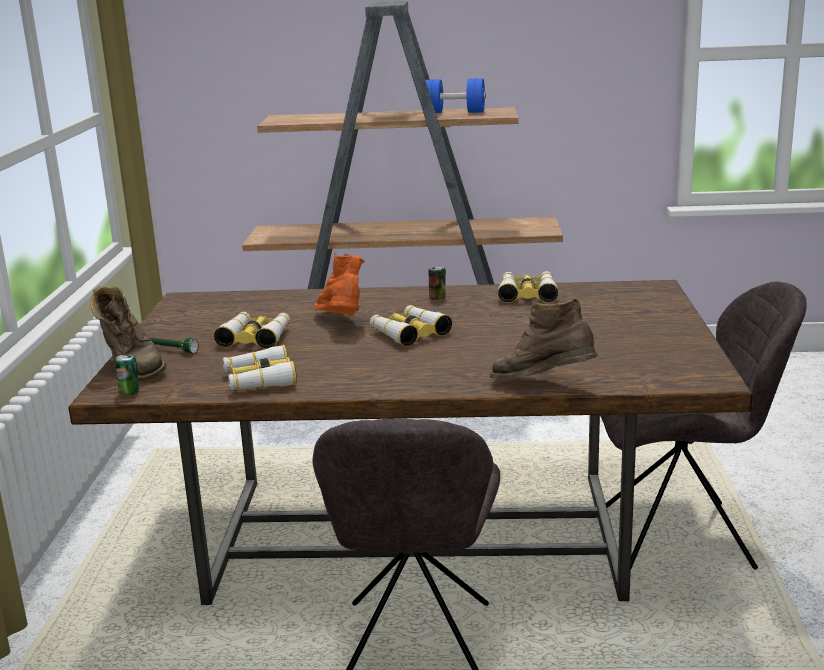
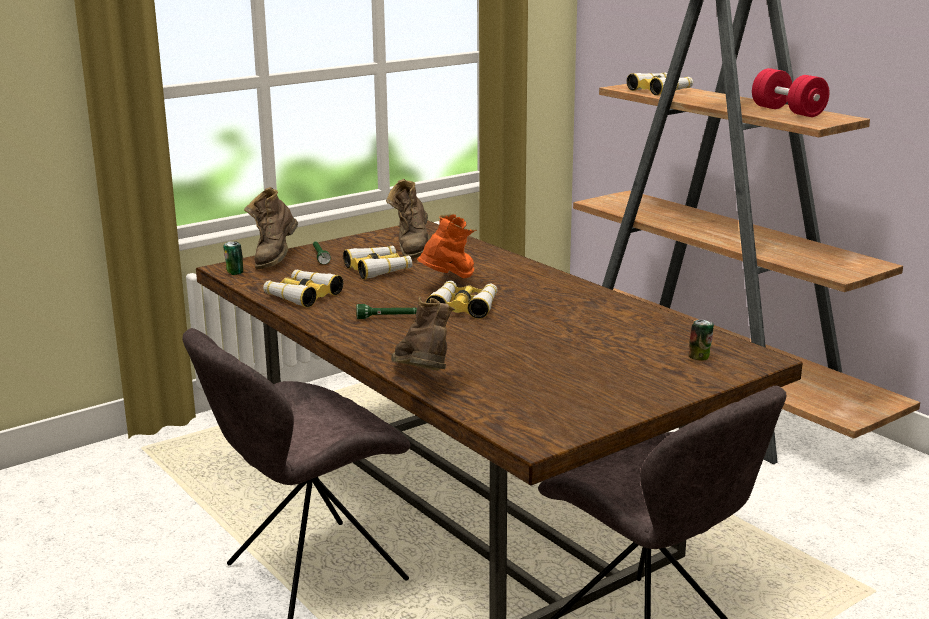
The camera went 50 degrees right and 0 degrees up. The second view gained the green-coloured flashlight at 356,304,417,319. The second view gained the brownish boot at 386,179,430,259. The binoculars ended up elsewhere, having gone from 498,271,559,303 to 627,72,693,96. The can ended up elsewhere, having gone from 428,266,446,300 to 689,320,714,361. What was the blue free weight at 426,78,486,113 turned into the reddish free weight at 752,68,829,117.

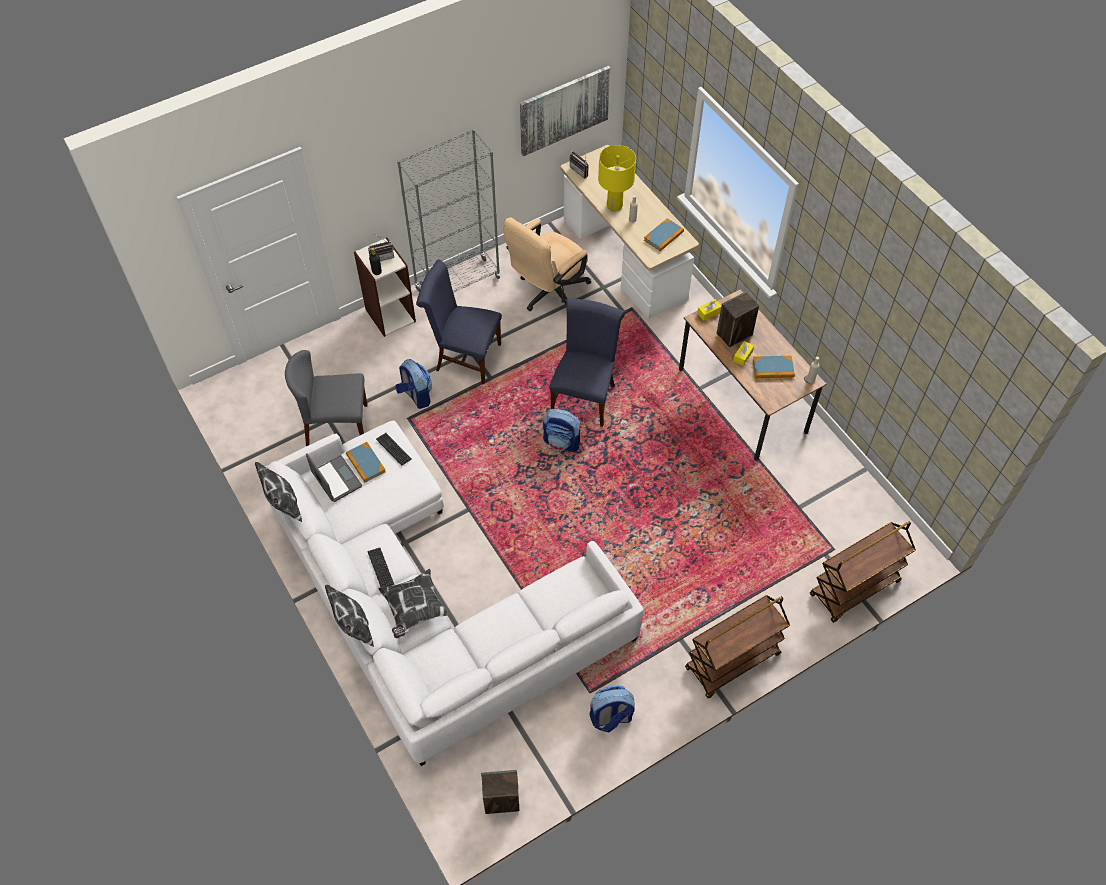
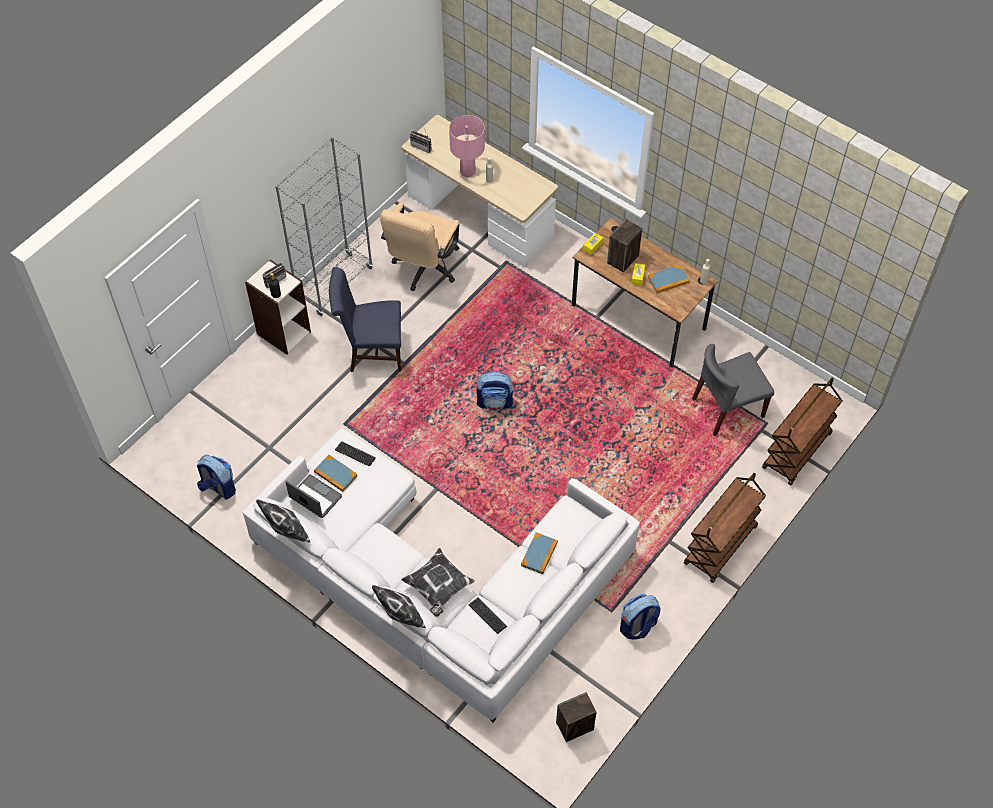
The camera went 20 degrees left and 0 degrees up. The rucksack ended up elsewhere, having gone from 395,359,432,409 to 197,455,236,499. What was the yellowish tabletop lamp at 598,145,636,212 turned into the pink tabletop lamp at 449,115,485,177. The PC keyboard ended up elsewhere, having gone from 367,548,394,587 to 468,598,507,634. The book ended up elsewhere, having gone from 644,218,684,251 to 521,532,558,574. The grey upright chair ended up elsewhere, having gone from 285,350,367,446 to 692,344,774,436. The second view lost the picture at 520,66,611,156. The second view lost the blue upright chair at 549,298,625,427.

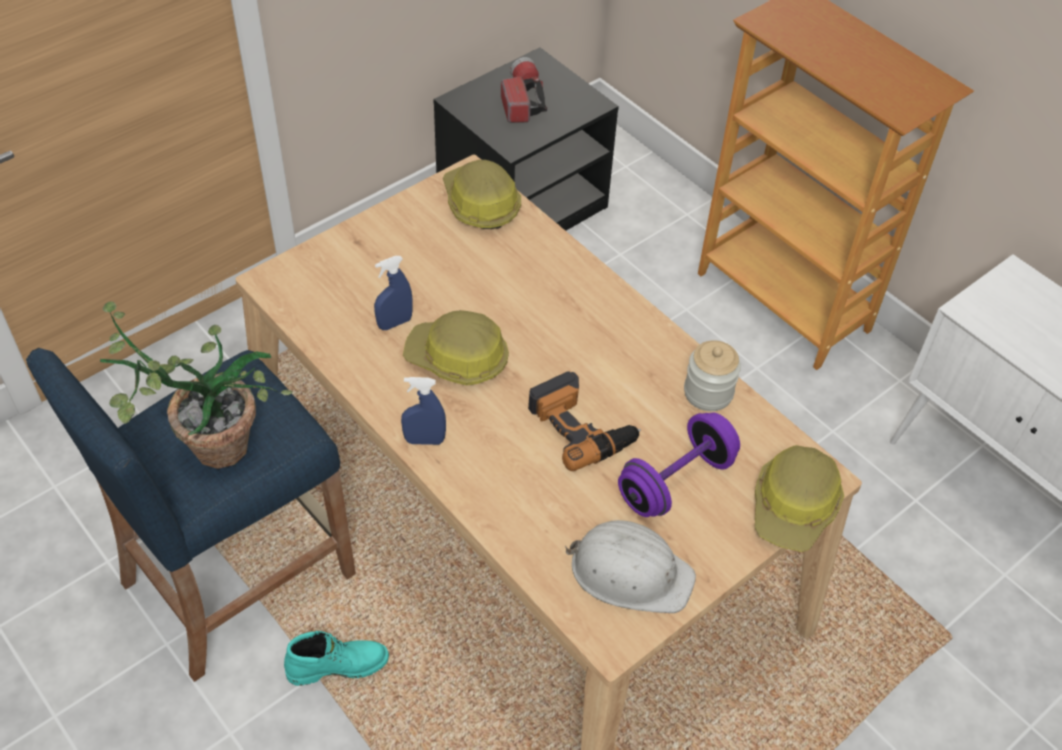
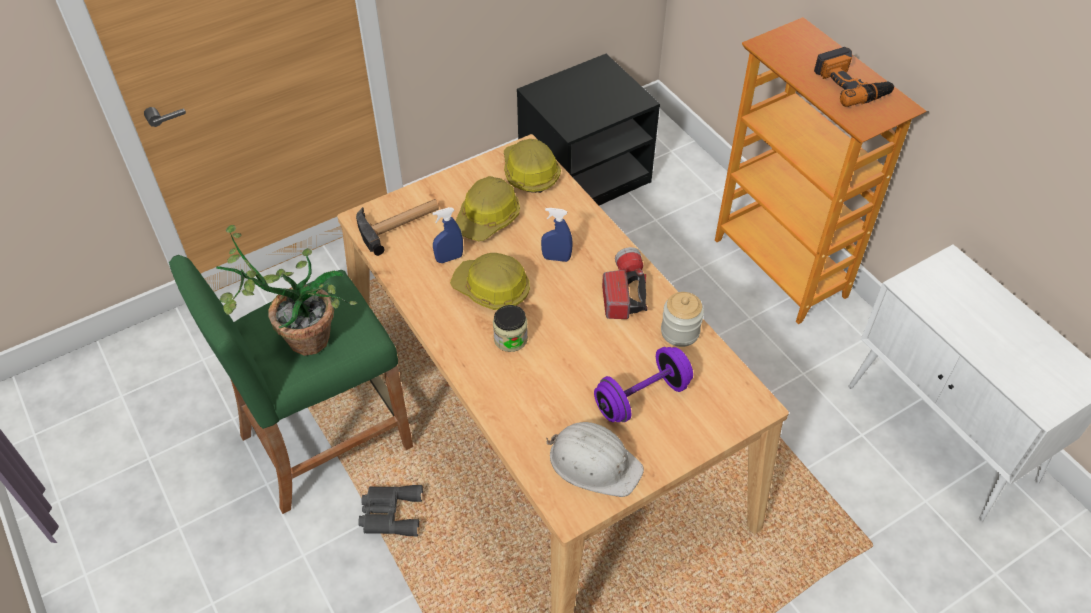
The camera went 10 degrees right and 0 degrees up. What was the blue stool seat at 26,348,356,682 turned into the green-coloured stool seat at 169,255,413,514. The second view gained the hammer at 356,199,439,256. Where the blue-green boot stood at 284,631,389,686, the grey binoculars came to stand at 358,485,423,536. The work helmet ended up elsewhere, having gone from 755,445,844,552 to 455,176,520,241. The second view gained the jar at 493,305,528,352. The blue sprayer ended up elsewhere, having gone from 401,377,446,445 to 541,208,573,262. The flashlight ended up elsewhere, having gone from 501,57,547,123 to 602,247,648,319. The drill ended up elsewhere, having gone from 528,371,641,471 to 814,47,895,107.

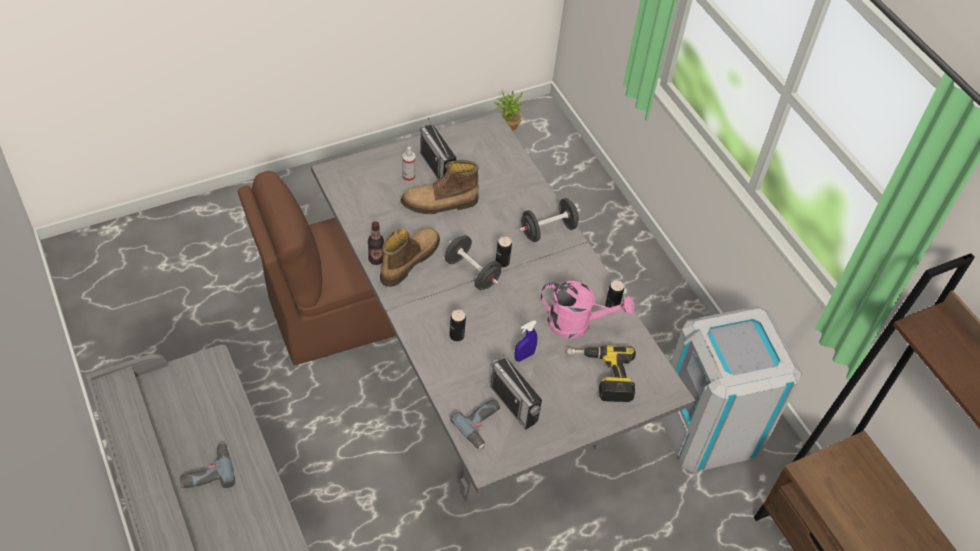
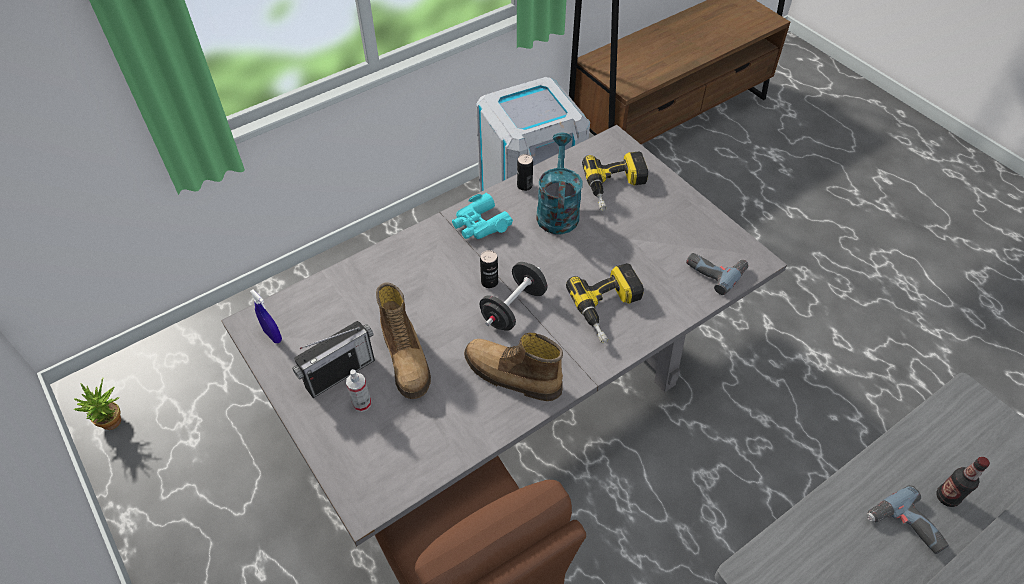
The camera went 95 degrees left and 0 degrees up. The blue sprayer ended up elsewhere, having gone from 515,320,537,362 to 250,290,282,343. The second view gained the blue-green binoculars at 452,193,513,239. What was the pink sprinkling can at 540,281,634,339 turned into the blue-green sprinkling can at 536,133,583,235. Where the can stood at 449,309,466,341, the drill came to stand at 566,263,644,343. The drink bottle ended up elsewhere, having gone from 368,221,384,265 to 936,457,990,507. The second view lost the radio receiver at 491,355,542,430. The second view lost the black free weight at 519,198,581,242.

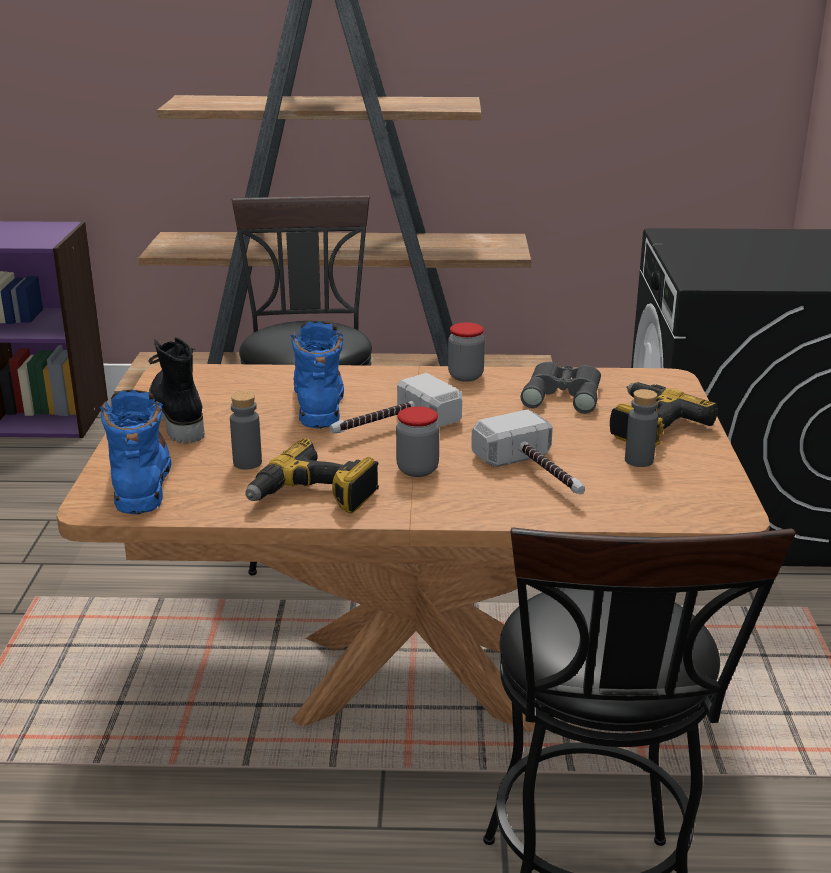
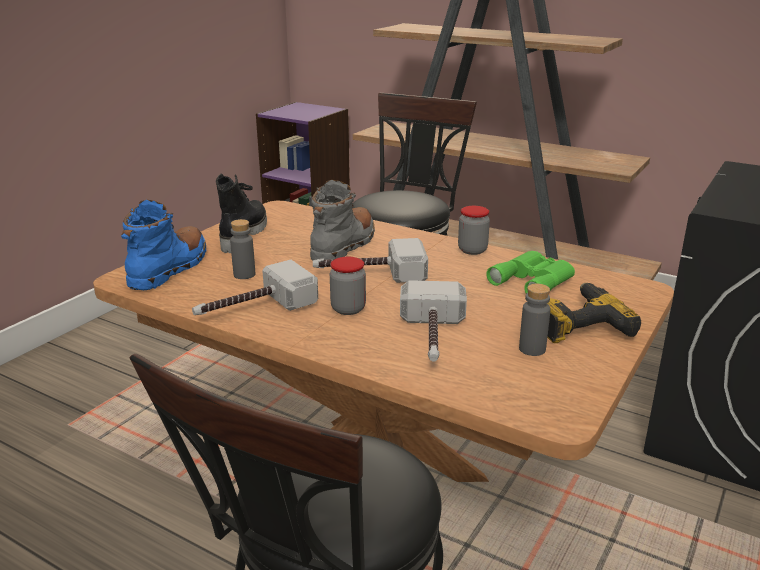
The camera went 30 degrees right and 0 degrees up. Where the drill stood at 245,438,379,513, the hammer came to stand at 192,260,318,315. What was the blue boot at 290,321,344,428 turned into the grey boot at 310,180,375,260. What was the grey binoculars at 520,362,601,414 turned into the green-coloured binoculars at 486,251,575,293.

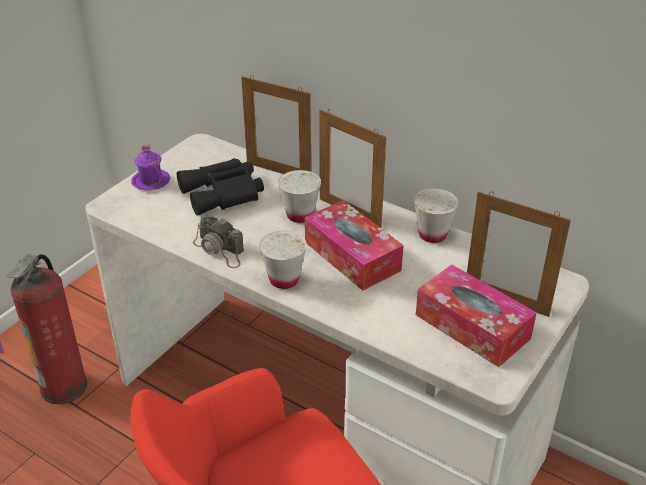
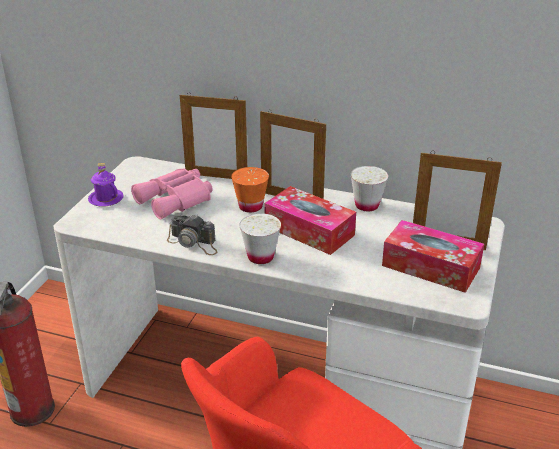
The camera went 15 degrees left and 5 degrees down. What was the black binoculars at 177,158,264,216 turned into the pink binoculars at 131,169,213,219. What was the white-coloured cup at 278,170,321,223 turned into the orange-coloured cup at 231,167,269,213.

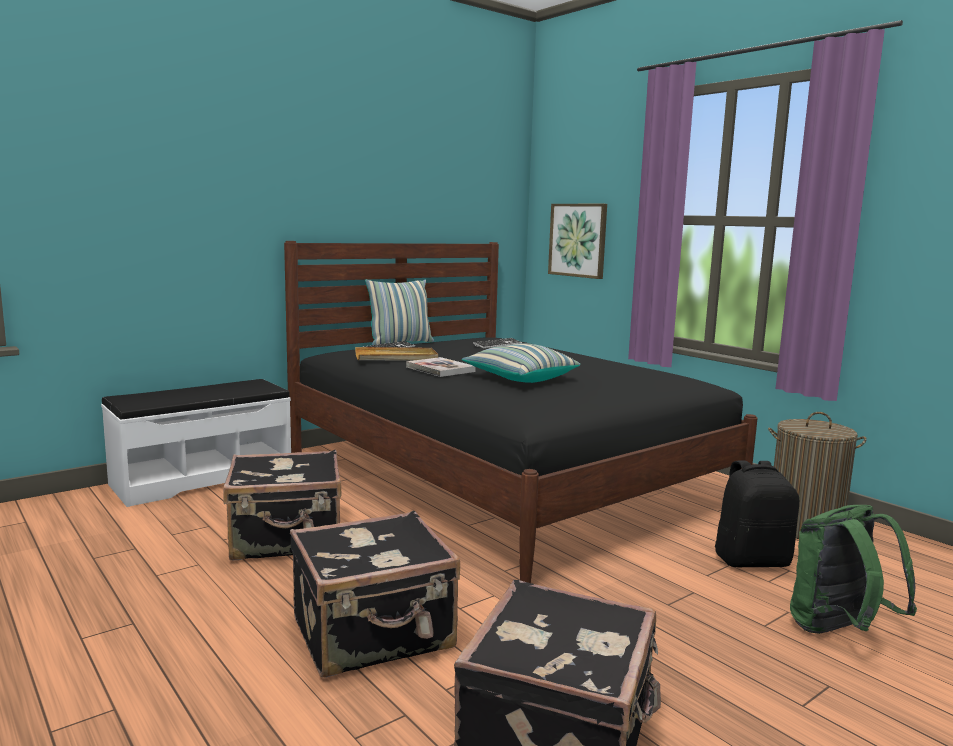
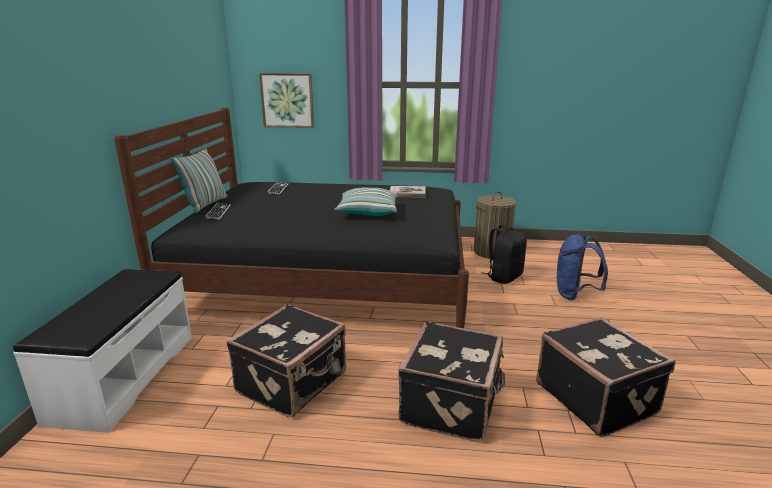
The camera went 45 degrees left and 10 degrees up. The book ended up elsewhere, having gone from 406,357,476,377 to 390,186,426,198. What was the green-coloured rucksack at 790,505,917,634 turned into the blue rucksack at 556,234,608,300. The second view lost the sand-coloured serving tray at 355,347,438,361.

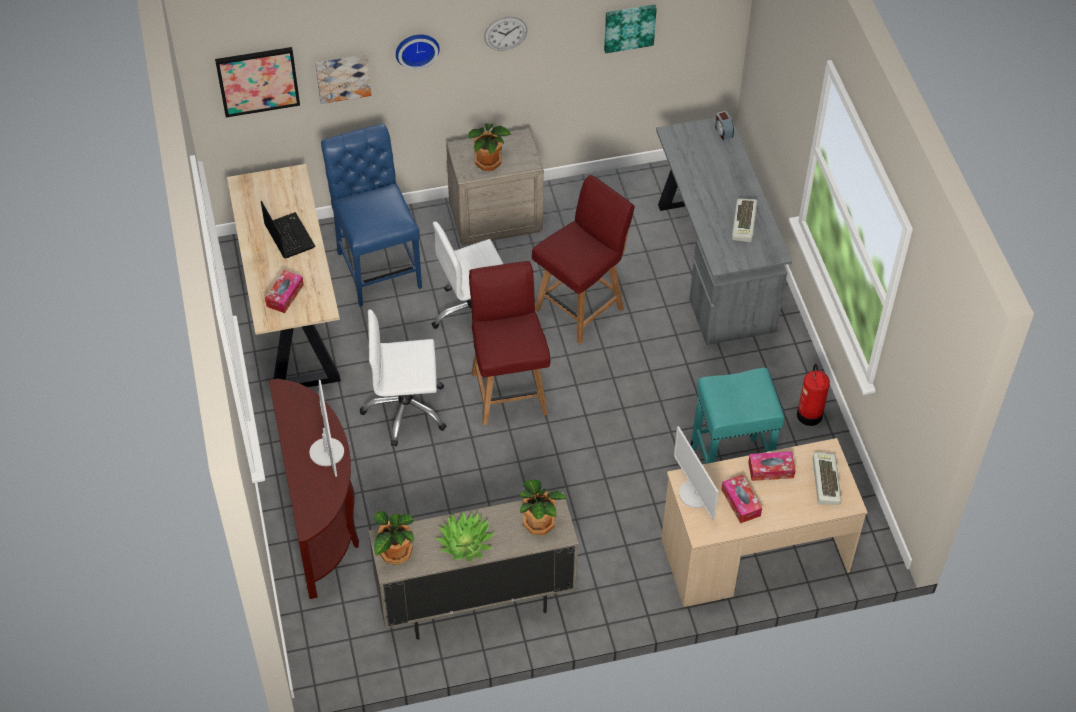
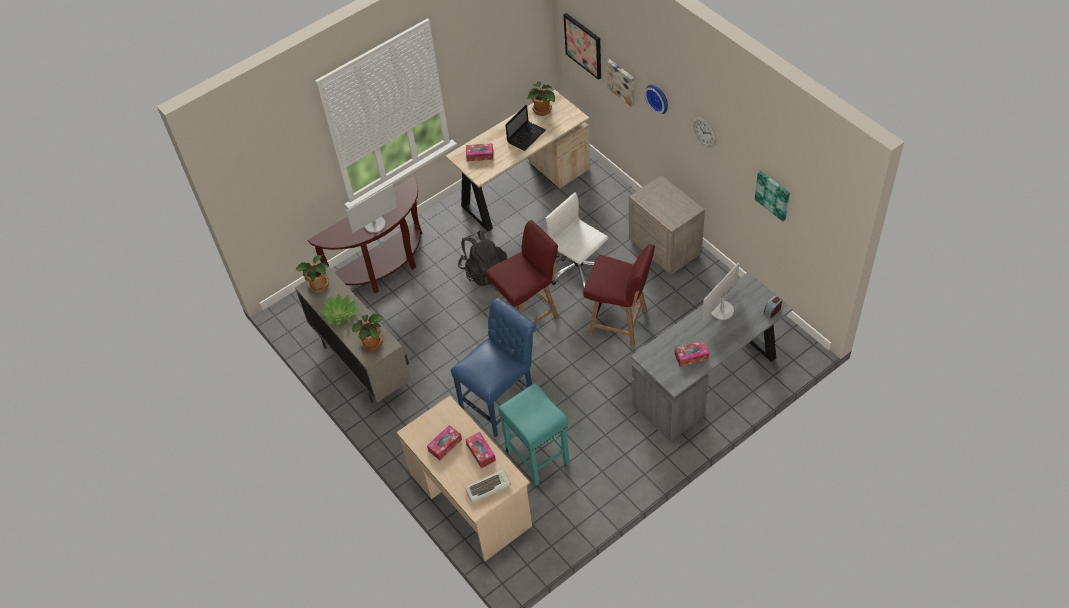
The camera went 70 degrees right and 0 degrees up. The blue upright chair ended up elsewhere, having gone from 321,124,422,306 to 451,297,536,437. Where the white-coloured computer chair stood at 360,309,447,446, the black rucksack came to stand at 458,230,507,286. The plant in a pot ended up elsewhere, having gone from 468,123,512,171 to 528,81,555,116. Where the PC keyboard stood at 732,199,758,242, the tissue holder came to stand at 675,341,709,367. The monitor ended up elsewhere, having gone from 674,426,719,520 to 702,262,739,321. The second view lost the extinguisher at 797,363,830,426.

